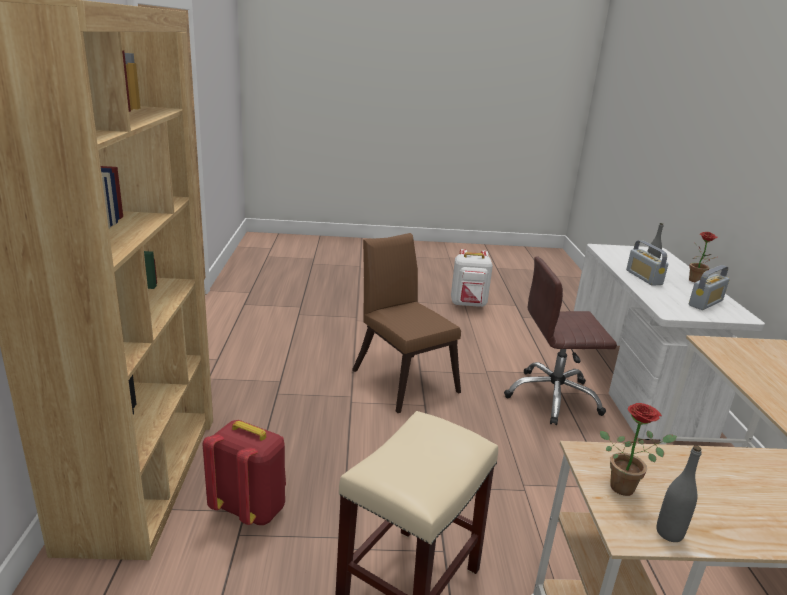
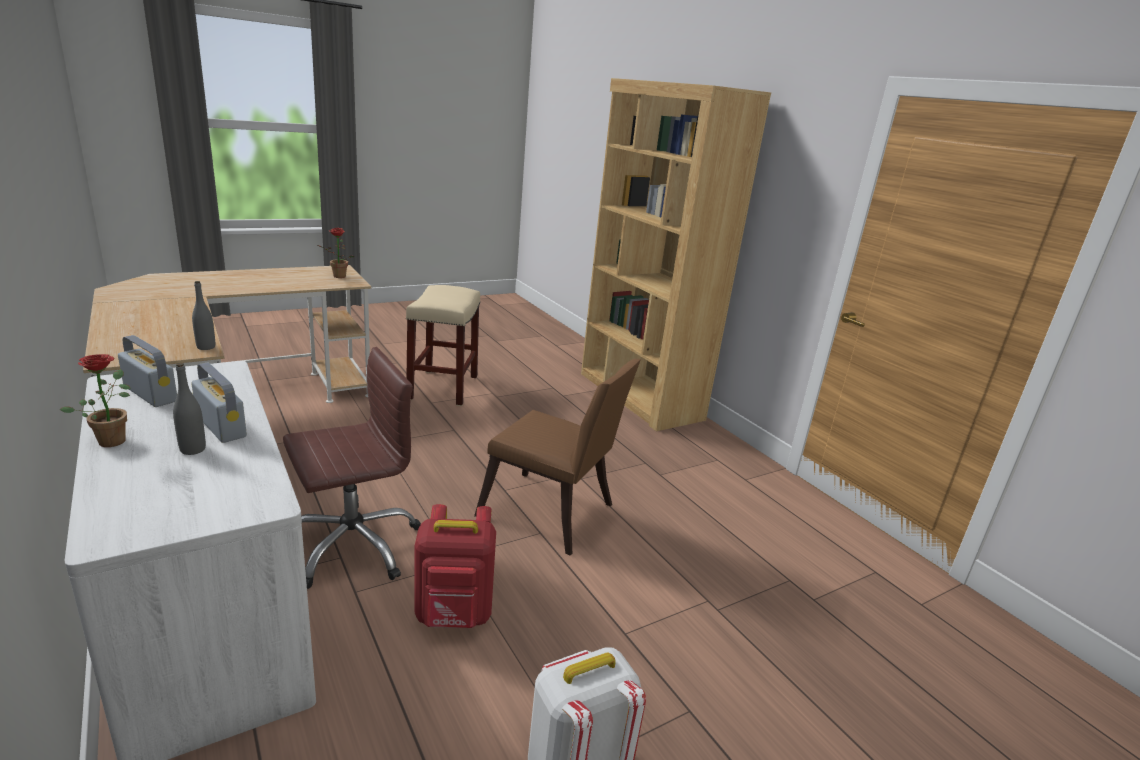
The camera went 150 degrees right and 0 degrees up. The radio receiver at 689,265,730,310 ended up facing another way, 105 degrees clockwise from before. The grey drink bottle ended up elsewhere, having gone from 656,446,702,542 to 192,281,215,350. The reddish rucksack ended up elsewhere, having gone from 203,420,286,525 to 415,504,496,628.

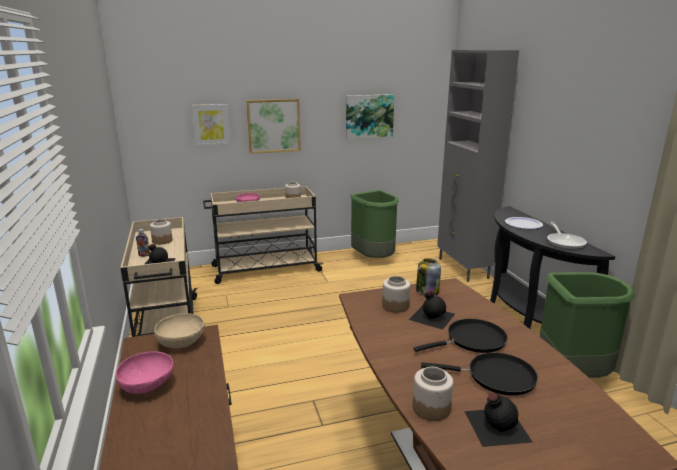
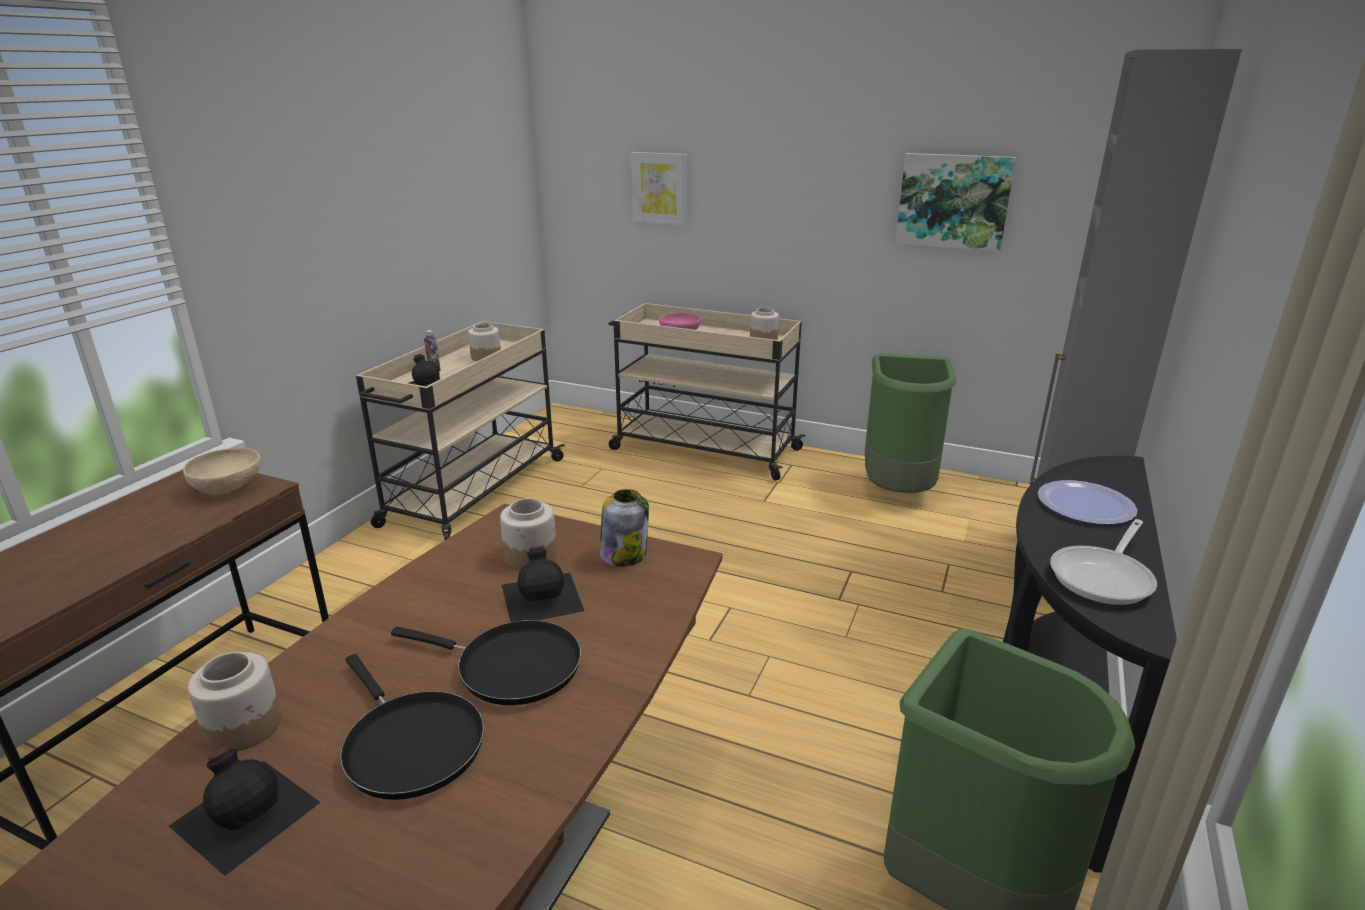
The camera went 40 degrees right and 5 degrees up. The second view lost the pink serving bowl at 115,352,173,394. The second view lost the picture at 246,99,301,154.

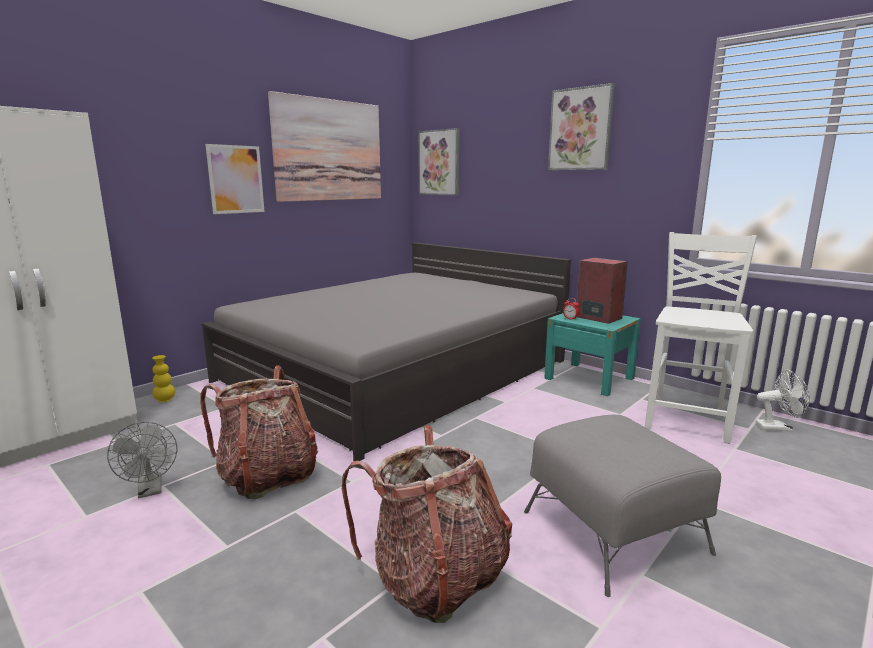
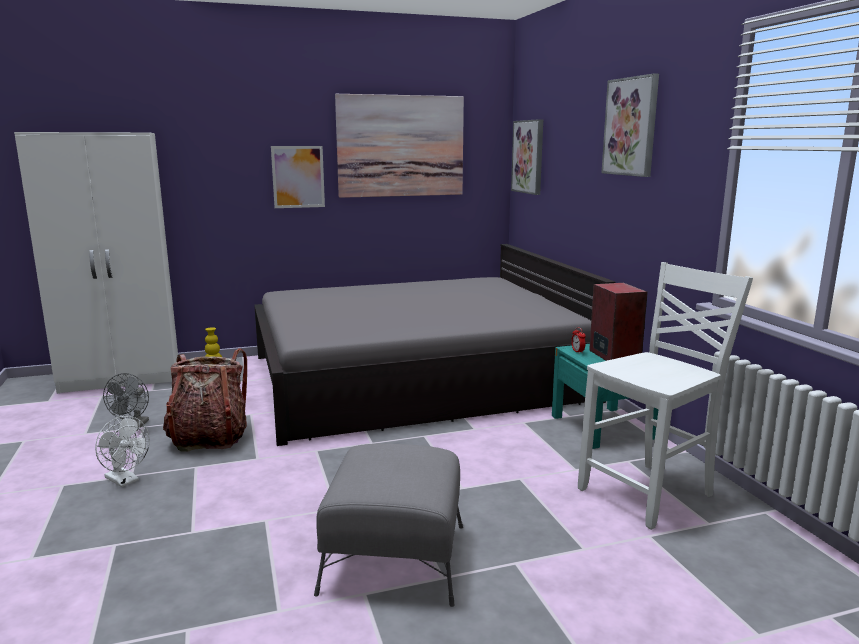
The camera went 30 degrees right and 0 degrees up. The white-coloured cooling fan ended up elsewhere, having gone from 756,370,810,432 to 95,416,150,487. The second view lost the rucksack at 342,425,512,623.

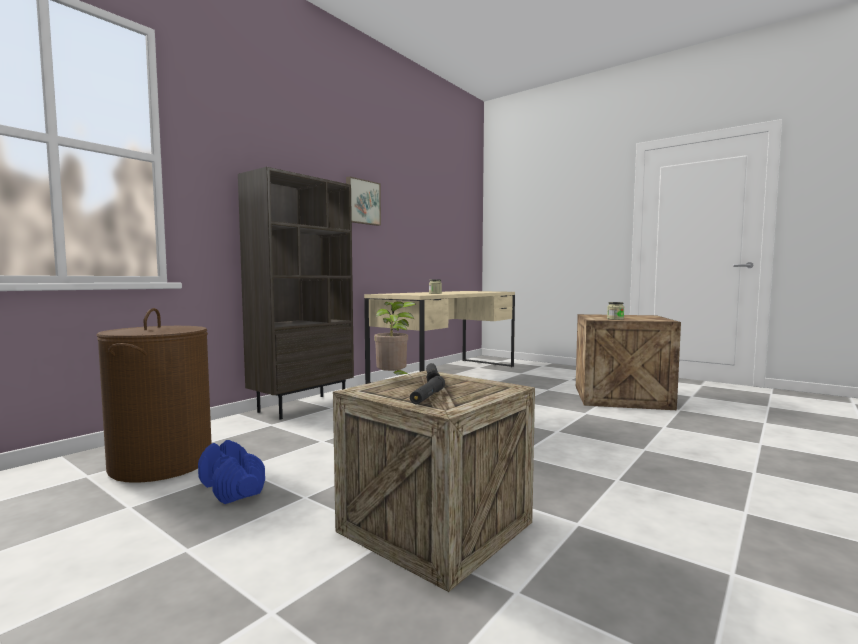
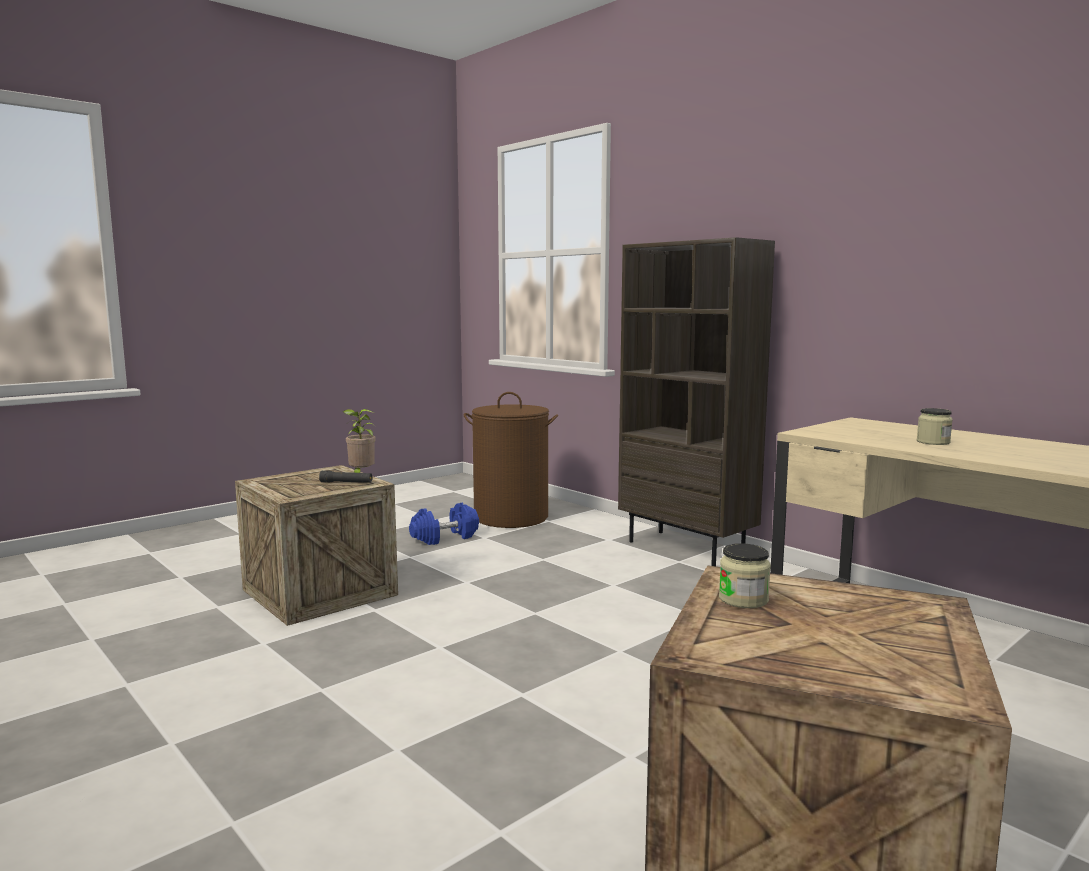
The camera went 100 degrees right and 5 degrees up. The second view lost the picture at 346,176,381,226. The second view lost the black flashlight at 410,376,445,404.

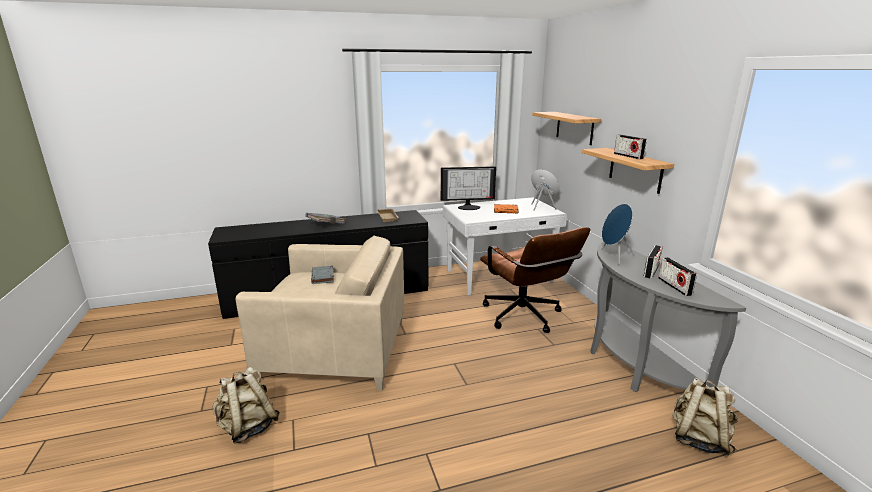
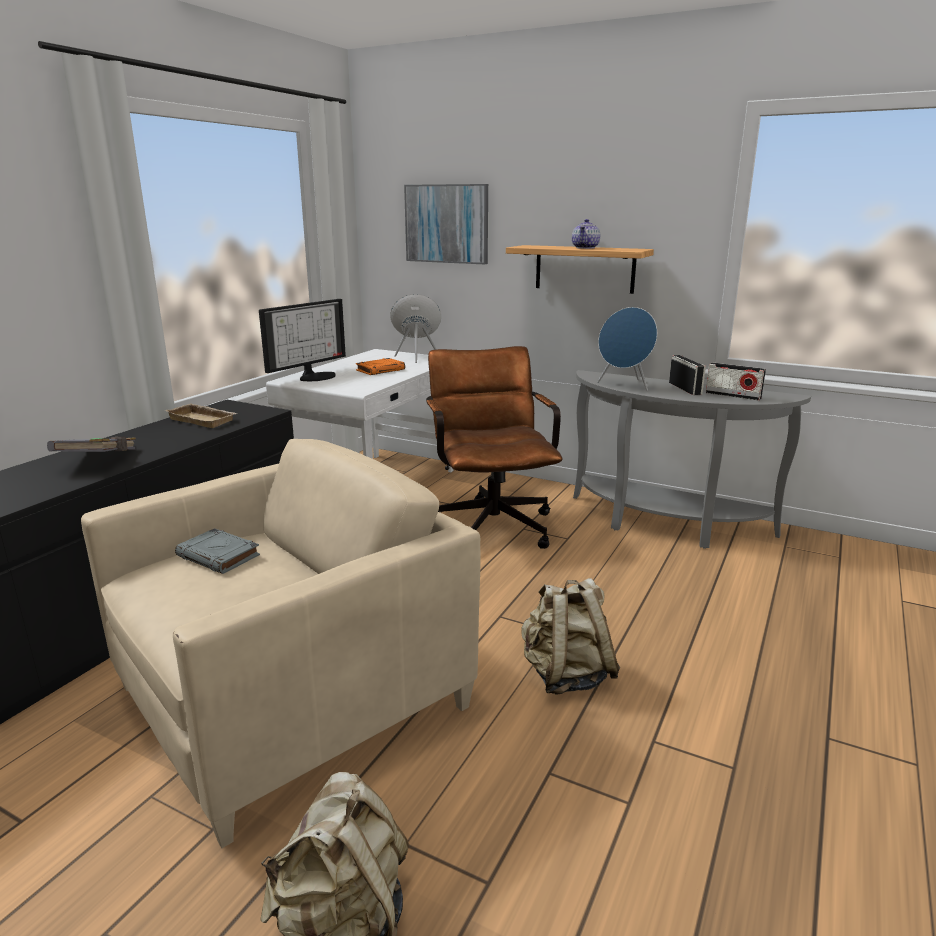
The camera went 45 degrees left and 0 degrees up. Where the bracket shelf hung at 532,112,601,145, the picture came to hang at 404,184,488,264. The brownish computer chair at 480,227,590,333 ended up facing another way, 120 degrees counterclockwise from before. The sand-coloured rucksack ended up elsewhere, having gone from 672,377,738,456 to 521,578,620,695. Where the radio receiver stood at 614,135,647,159, the pot for tea came to stand at 572,219,600,249.

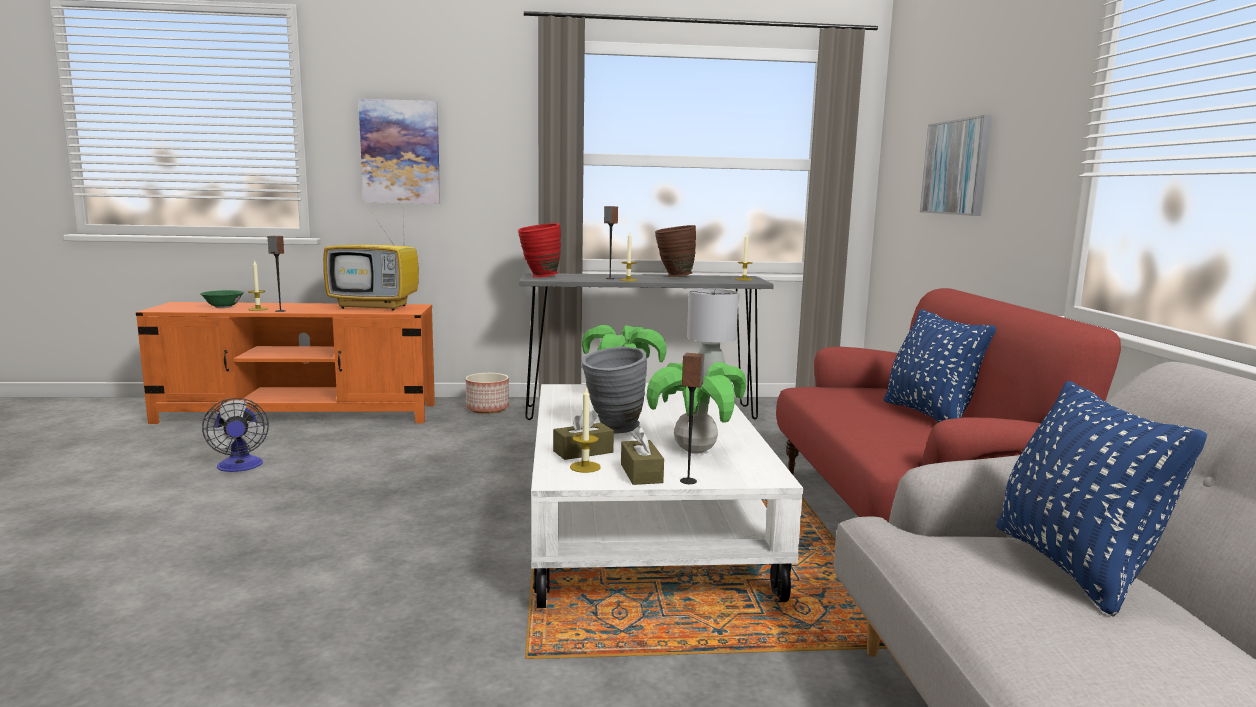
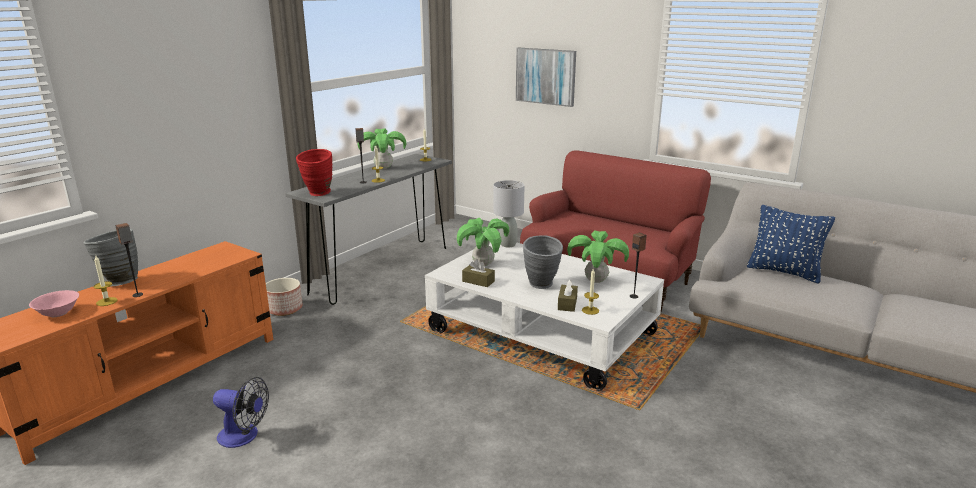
The camera went 50 degrees left and 10 degrees up. What was the green-coloured serving bowl at 200,290,244,308 turned into the pink serving bowl at 29,290,79,317. The second view gained the grey flower vase at 83,229,138,286. Where the brownish flower vase stood at 655,225,696,277, the plant in a pot came to stand at 357,128,407,169. The brownish tissue holder ended up elsewhere, having gone from 621,426,664,485 to 462,259,495,287. The second view lost the TV at 323,215,419,311. The second view lost the picture at 358,99,440,204. The second view lost the blue throw pillow at 884,309,997,422.

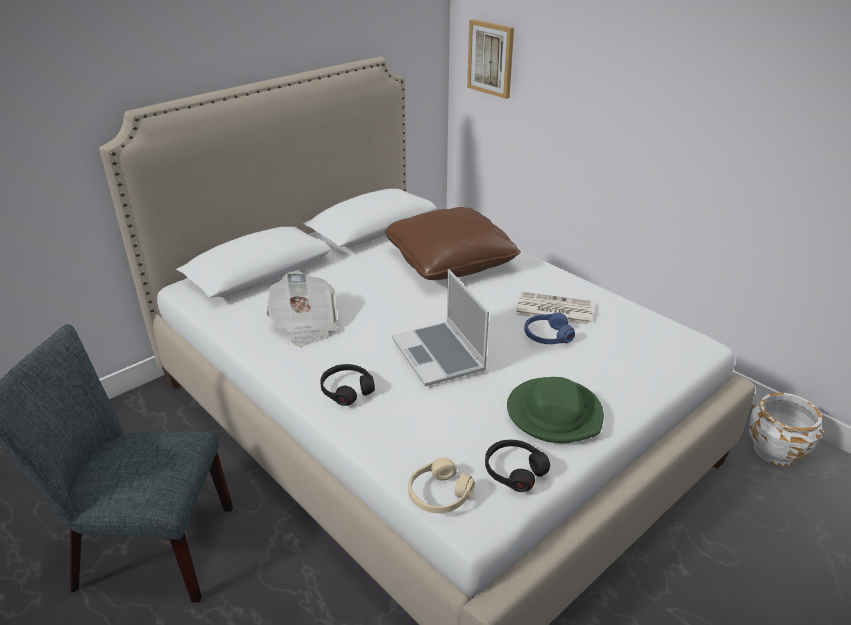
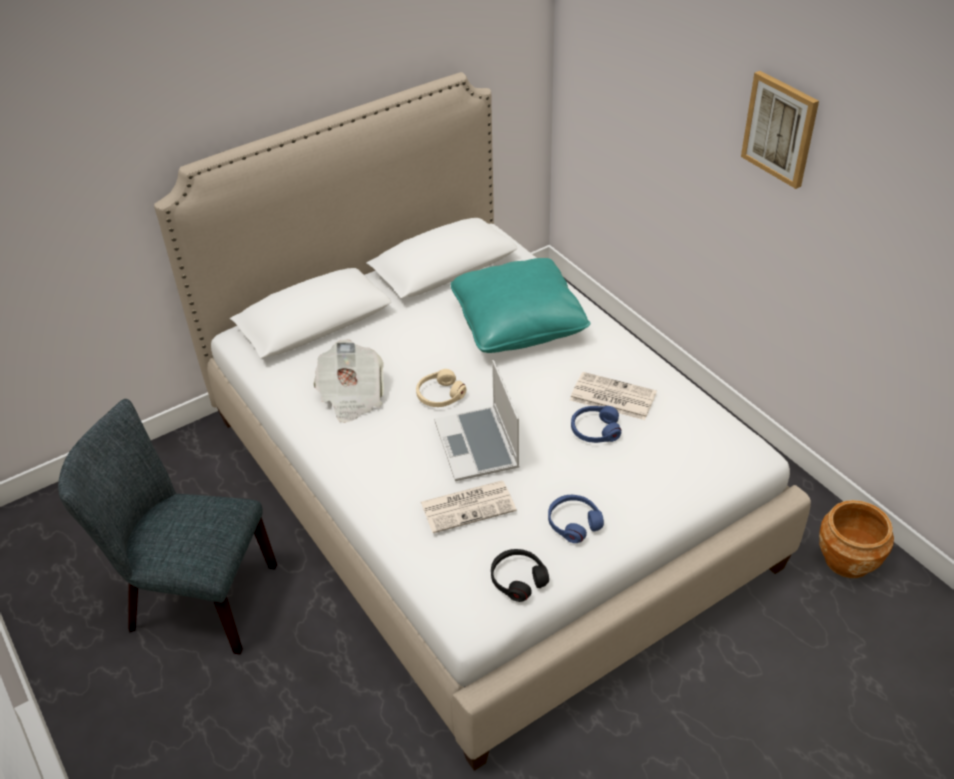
The camera went 10 degrees right and 10 degrees up. The sand-coloured headset ended up elsewhere, having gone from 408,457,475,513 to 416,369,466,407. The second view gained the daily paper at 421,480,517,533. What was the brownish throw pillow at 385,207,521,280 turned into the blue-green throw pillow at 451,258,590,353. Where the green-coloured clothing hat stood at 507,377,604,443, the blue headset came to stand at 548,495,604,543. The picture ended up elsewhere, having gone from 467,19,514,99 to 741,71,819,189. What was the white-coloured flower pot at 750,393,823,466 turned into the brownish flower pot at 819,500,894,578. The second view lost the black headset at 320,364,375,406.

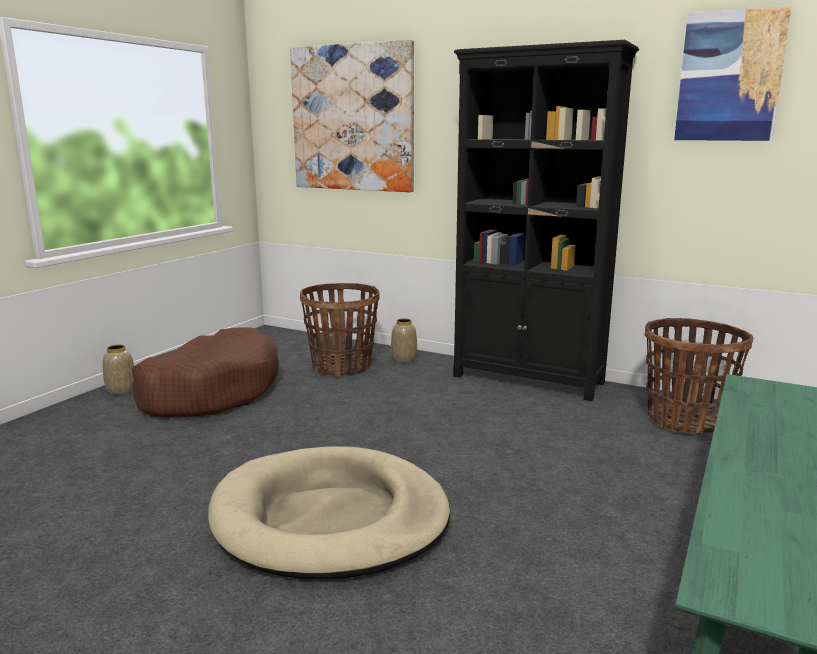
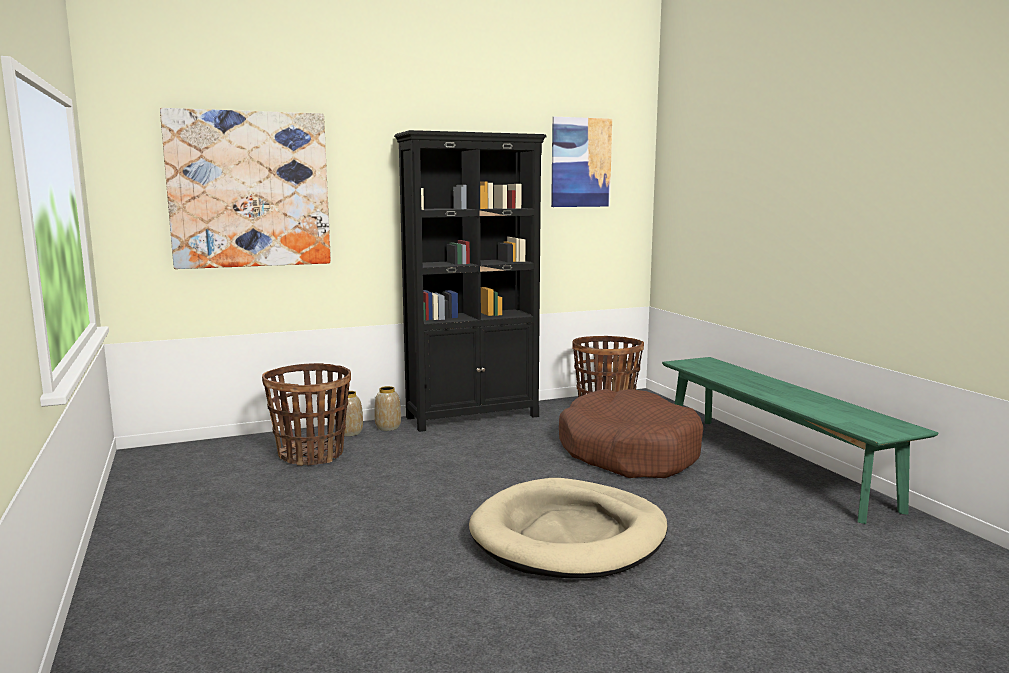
The camera went 50 degrees left and 5 degrees down. The flower vase ended up elsewhere, having gone from 103,344,134,395 to 374,386,401,431. The brownish dog cushion ended up elsewhere, having gone from 132,327,279,417 to 559,389,703,478.

